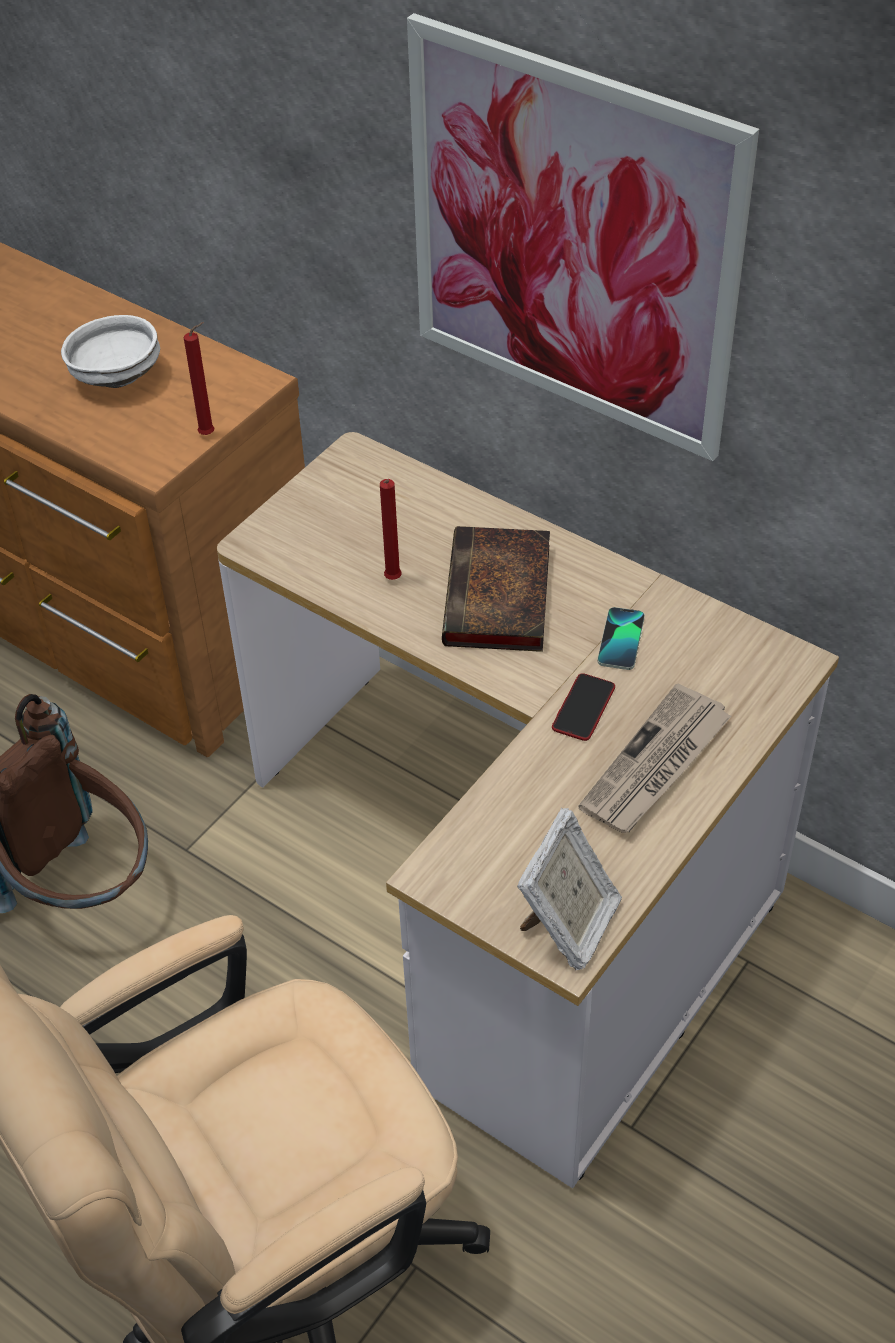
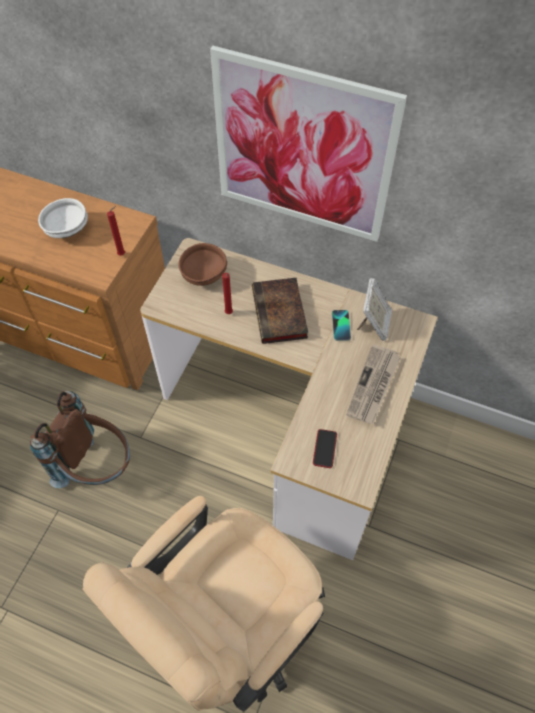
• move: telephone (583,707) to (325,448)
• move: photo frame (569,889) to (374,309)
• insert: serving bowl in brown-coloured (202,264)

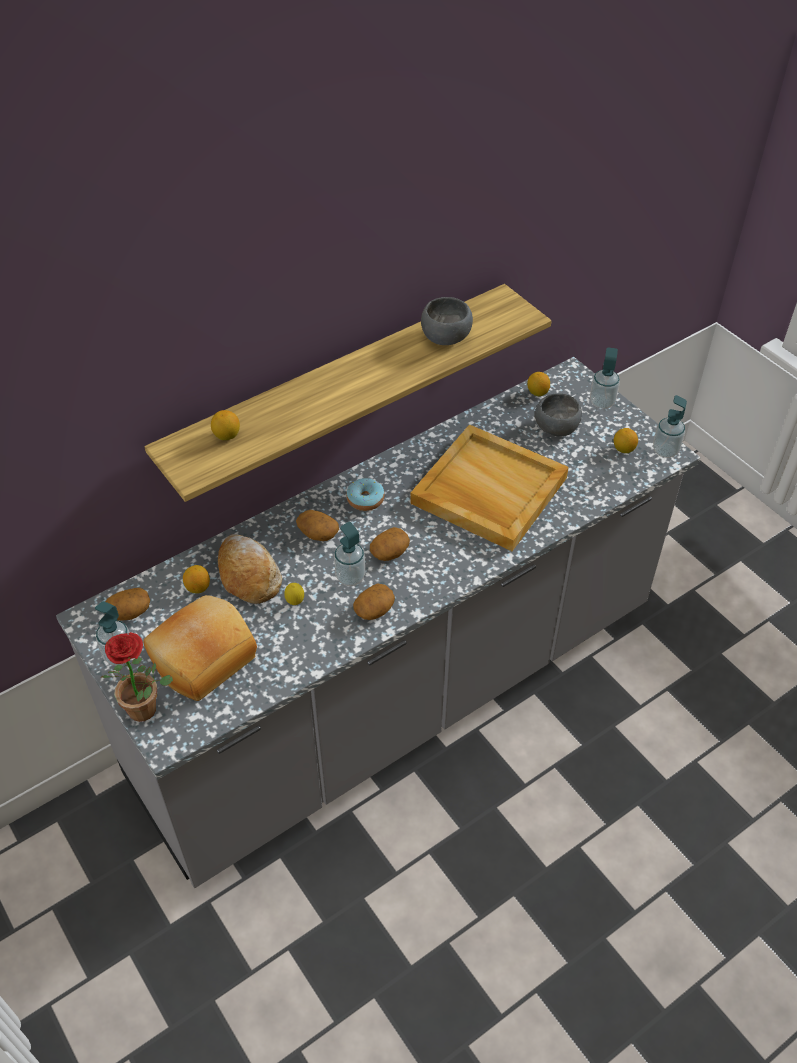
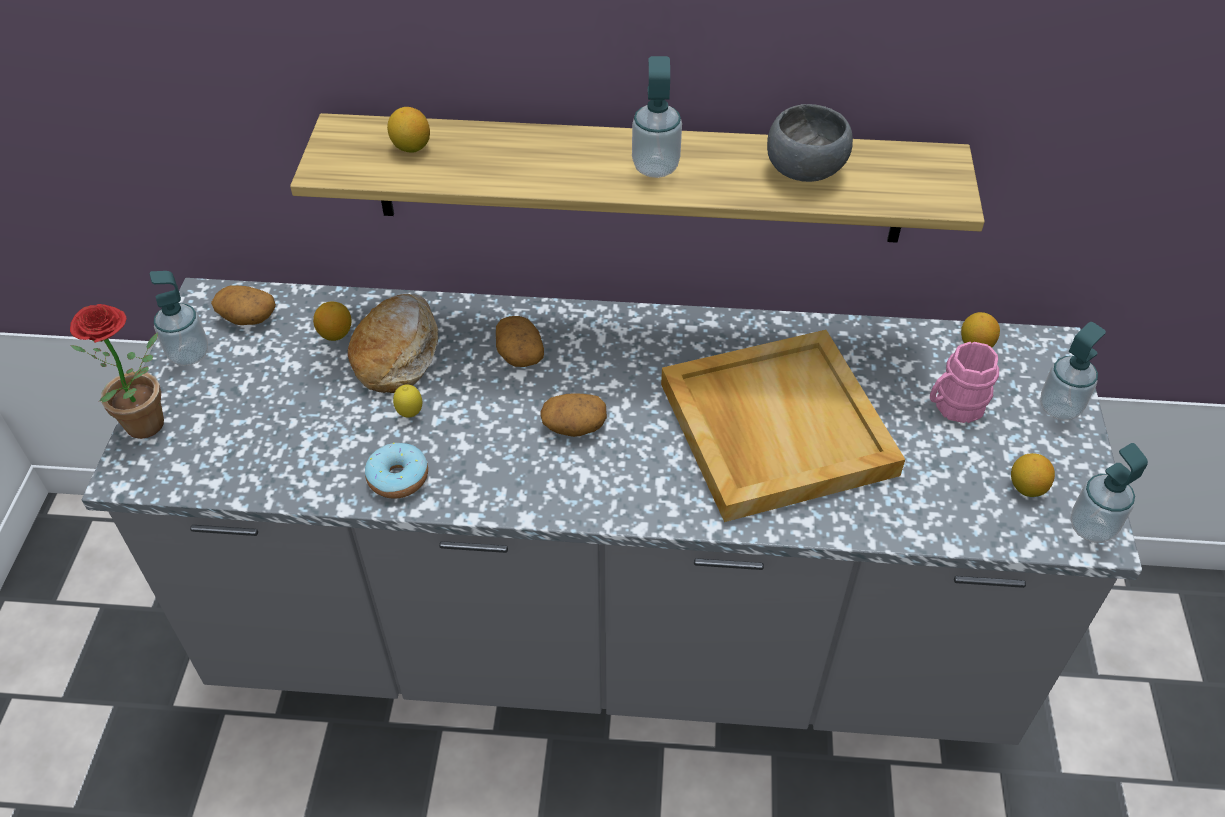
• replace: serving bowl in gray (558,415) to mug in pinkish (964,382)
• move: doughnut (365,494) to (396,471)
• move: liquid soap bottle (349,554) to (657,117)
• delete: spud (374,601)
• delete: bread (200,648)

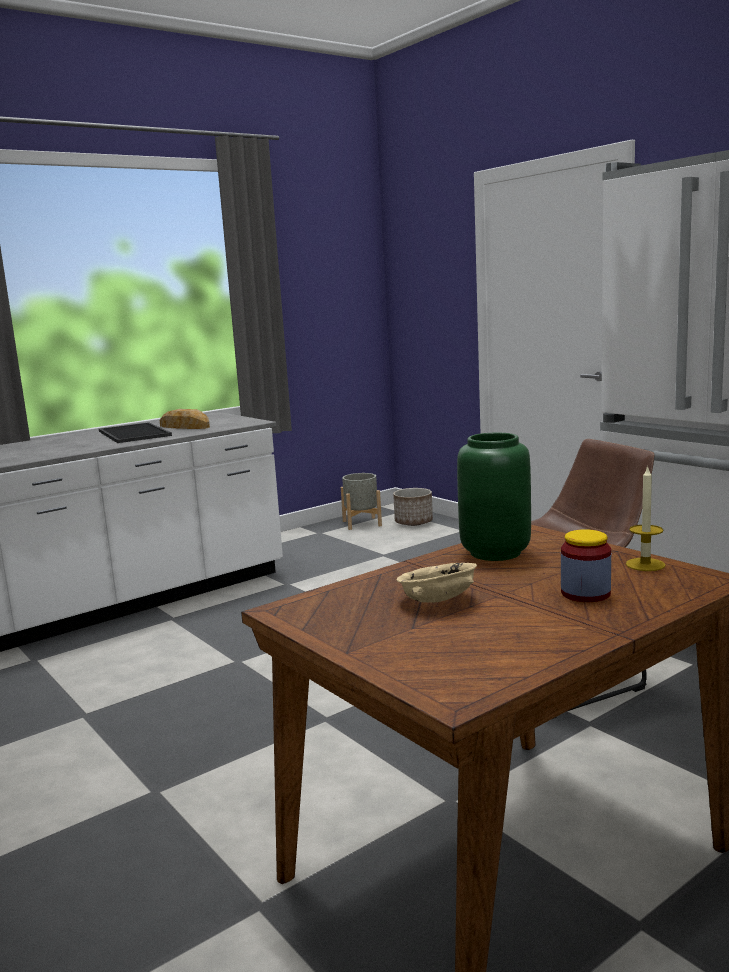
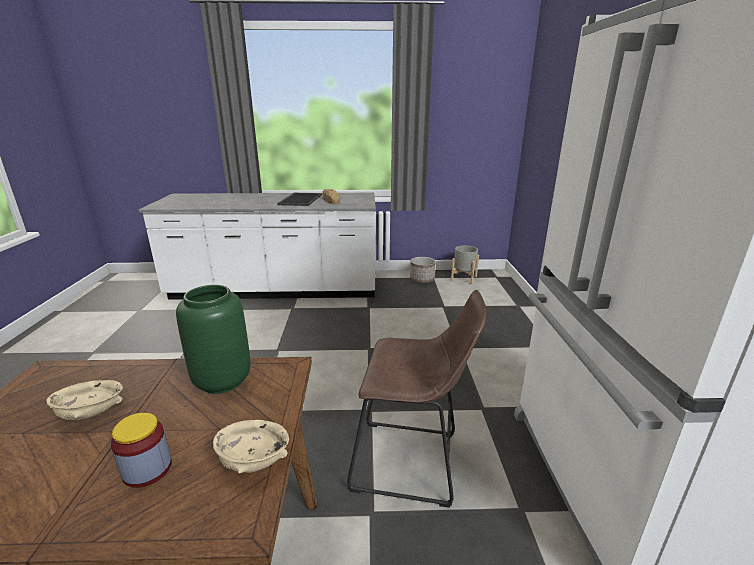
• replace: wax light (646,518) to serving bowl in beige-coloured (251,447)
• move: plant pot (413,507) to (423,270)

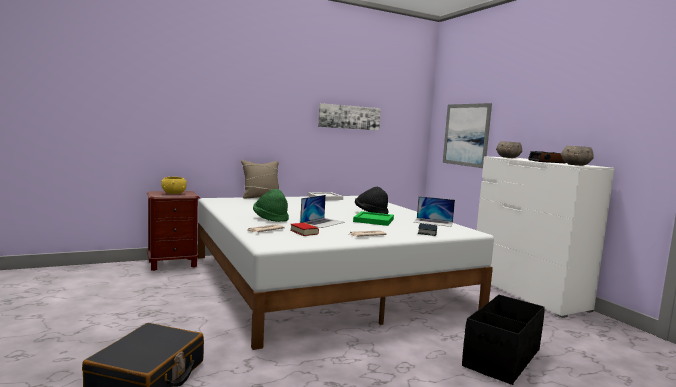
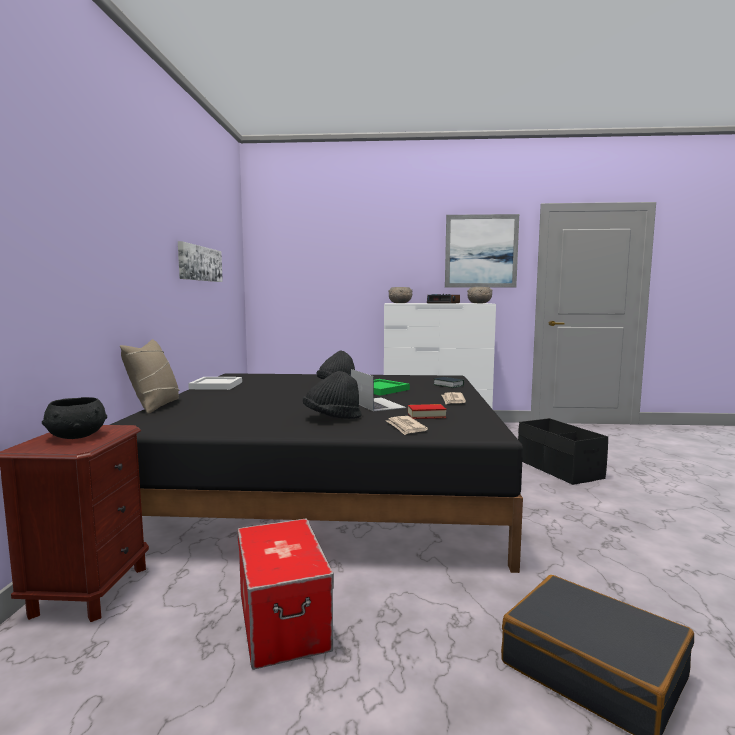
• move: wall art (467,135) to (482,251)
• recolor: serving bowl in yellow (174,185) to serving bowl in black-coloured (74,418)
• recolor: clothing hat in green-coloured (271,205) to clothing hat in black-coloured (332,395)
• recolor: sleeping bed in white-coloured (345,273) to sleeping bed in black-coloured (316,473)
• delete: portable computer (434,211)
• insert: storage bin (285,594)

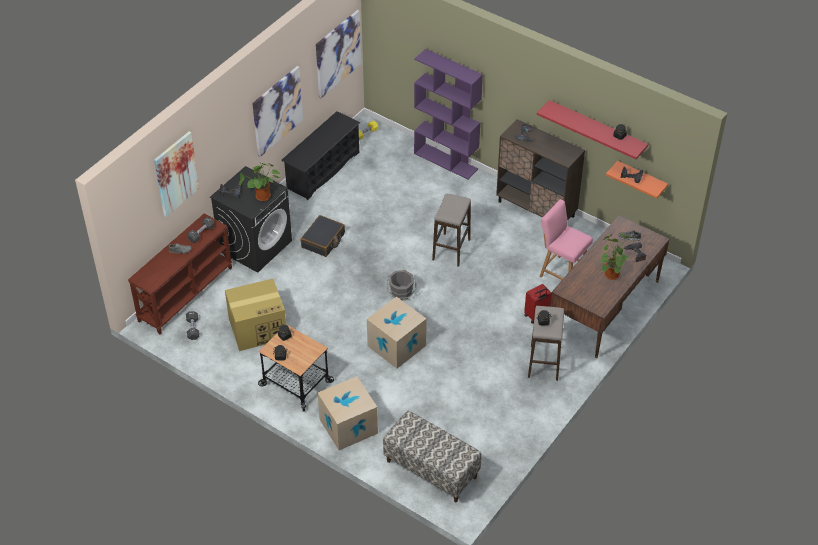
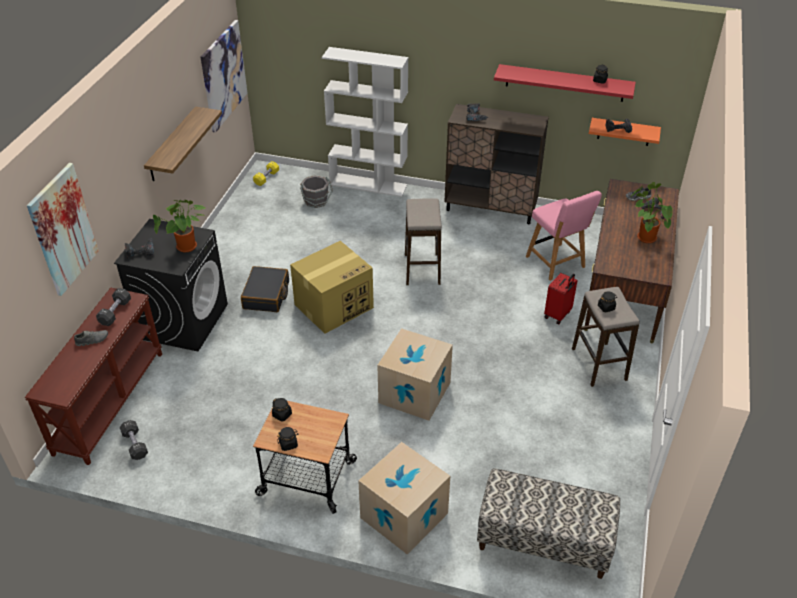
• recolor: bookcase in purple-coloured (448,114) to bookcase in white-coloured (365,122)
• replace: wall art (277,111) to wall shelf (183,143)
• delete: shoe shelf in black-coloured (320,155)
• rotate: upright chair in pinkish (566,239) = (564,236) 135 degrees counterclockwise
• move: bucket in gray (402,285) to (316,191)
• move: packing box (255,315) to (332,287)

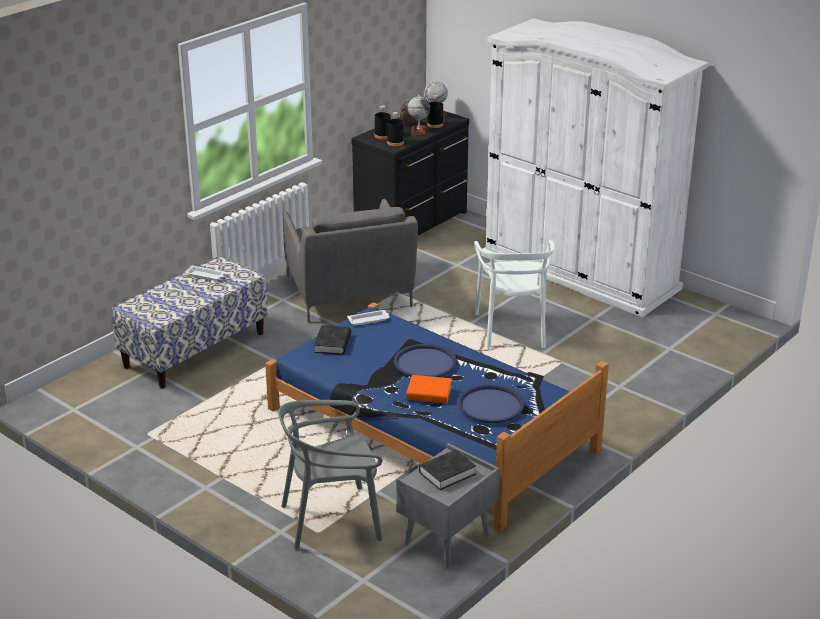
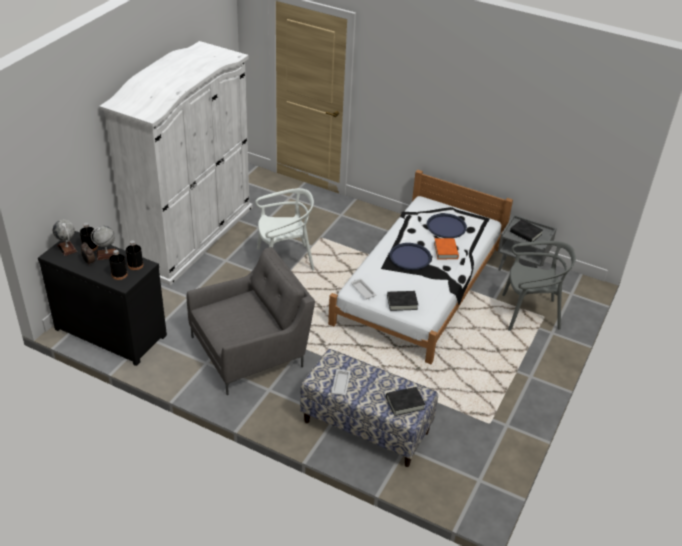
• recolor: sleeping bed in bluish (437,416) to sleeping bed in white-coloured (420,267)
• rotate: upright chair in gray (330,475) = (539,286) 60 degrees counterclockwise
• insert: bound book in black-coloured (405,401)

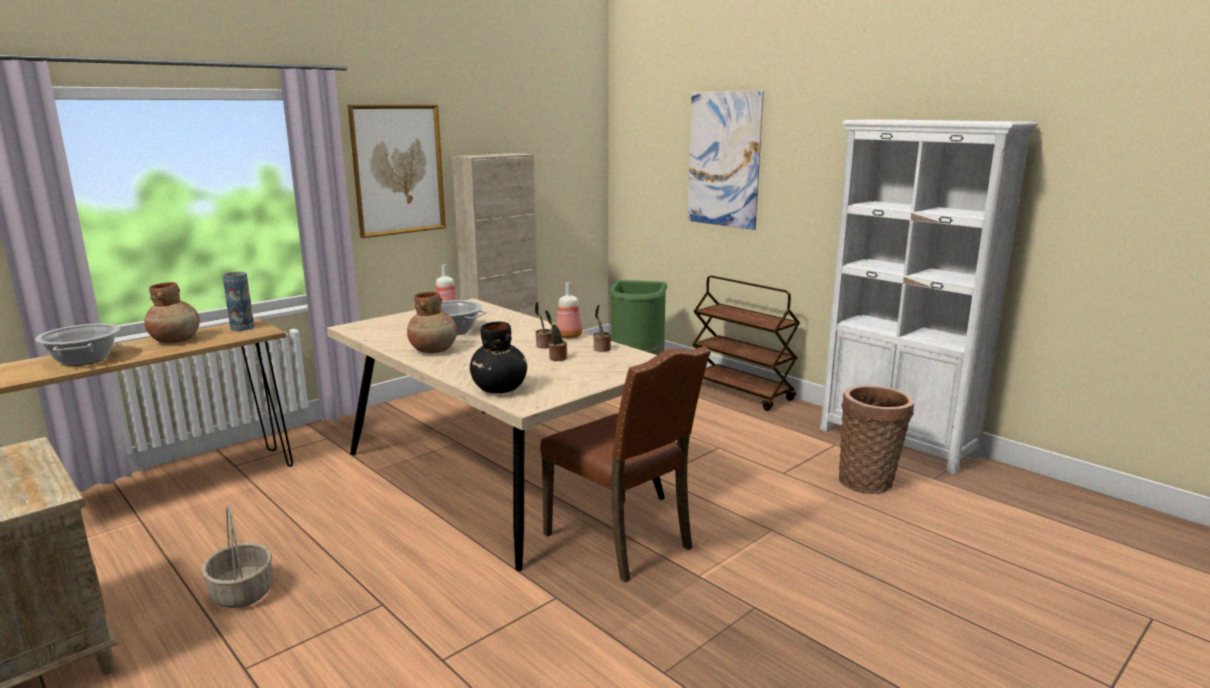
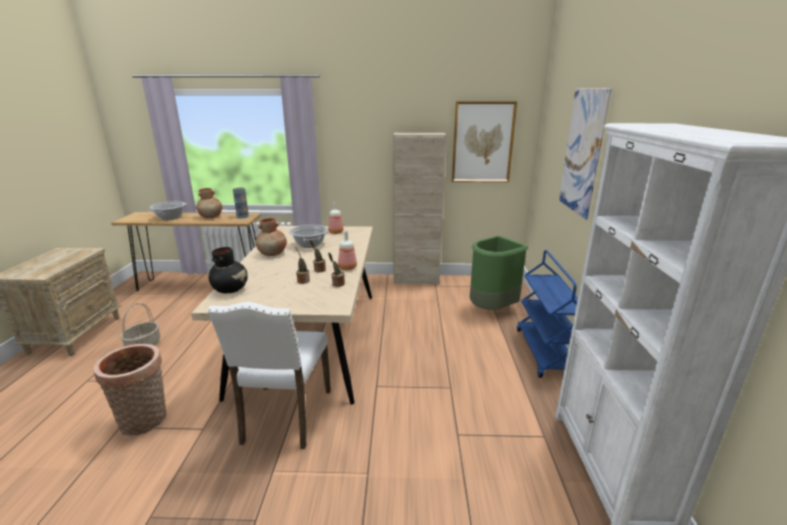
• move: wall art (397,171) to (484,141)
• recolor: cart in brown-coloured (746,343) to cart in bluish (547,314)
• recolor: upright chair in brown-coloured (625,464) to upright chair in white-coloured (269,375)
• move: basket (876,439) to (130,390)

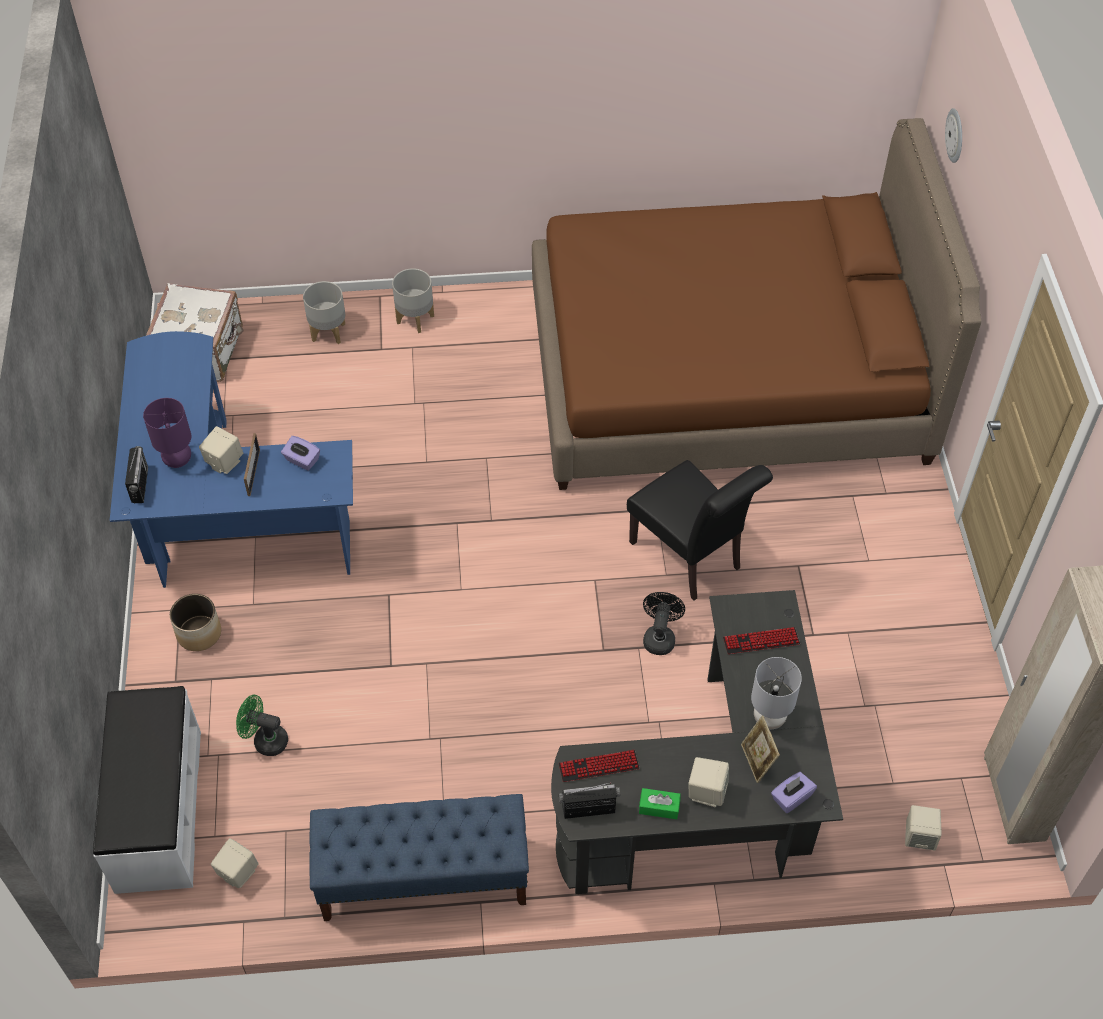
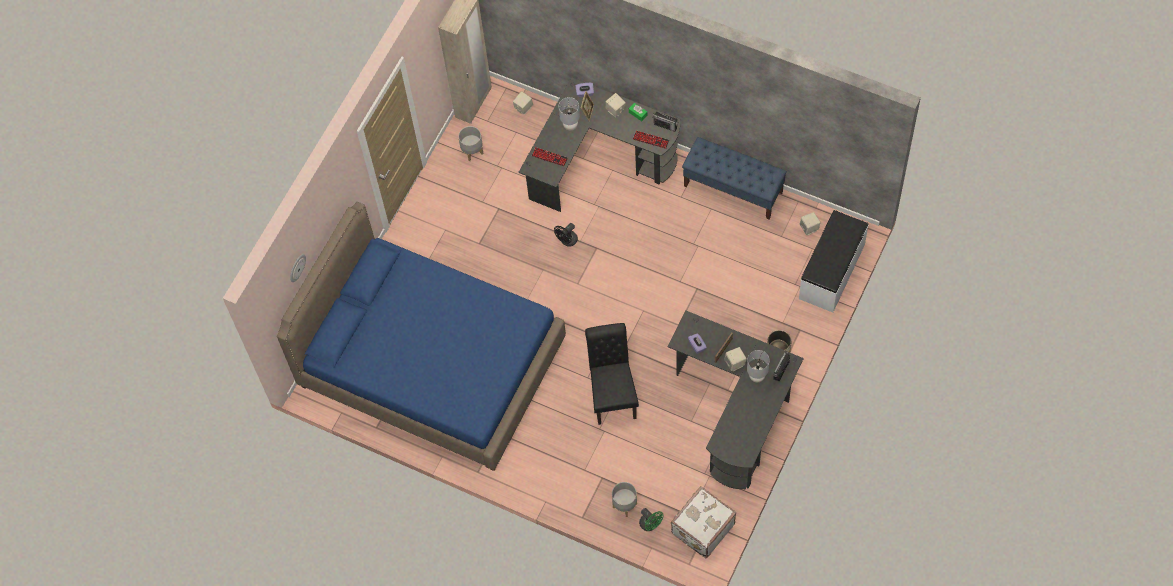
• recolor: sleeping bed in brown-coloured (757,304) to sleeping bed in bluish (421,336)
• move: plant pot in gray (413,300) to (470,143)
• recolor: desk table in bluish (231,459) to desk table in black-coloured (735,399)
• recolor: lamp for a table in purple-coloured (167,433) to lamp for a table in gray (758,366)
• move: upright chair in black-coloured (700,530) to (612,374)
• move: cooling fan in green-coloured (262,725) to (651,519)

